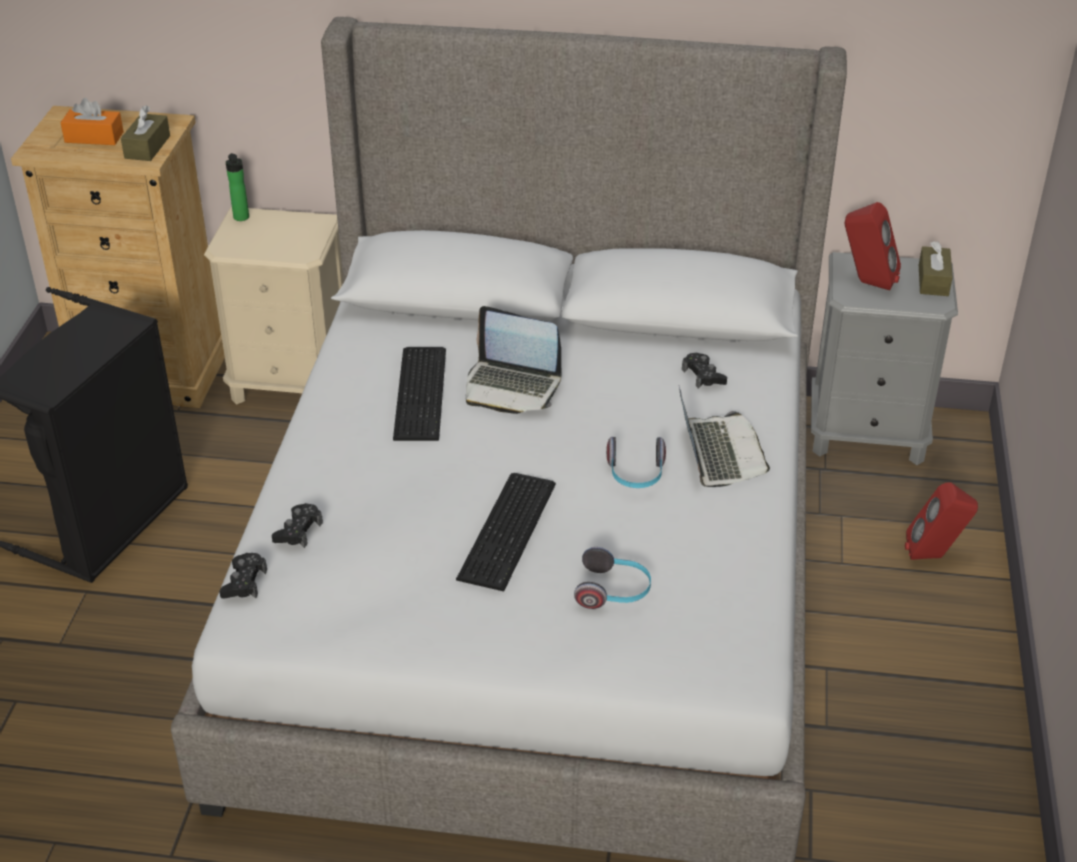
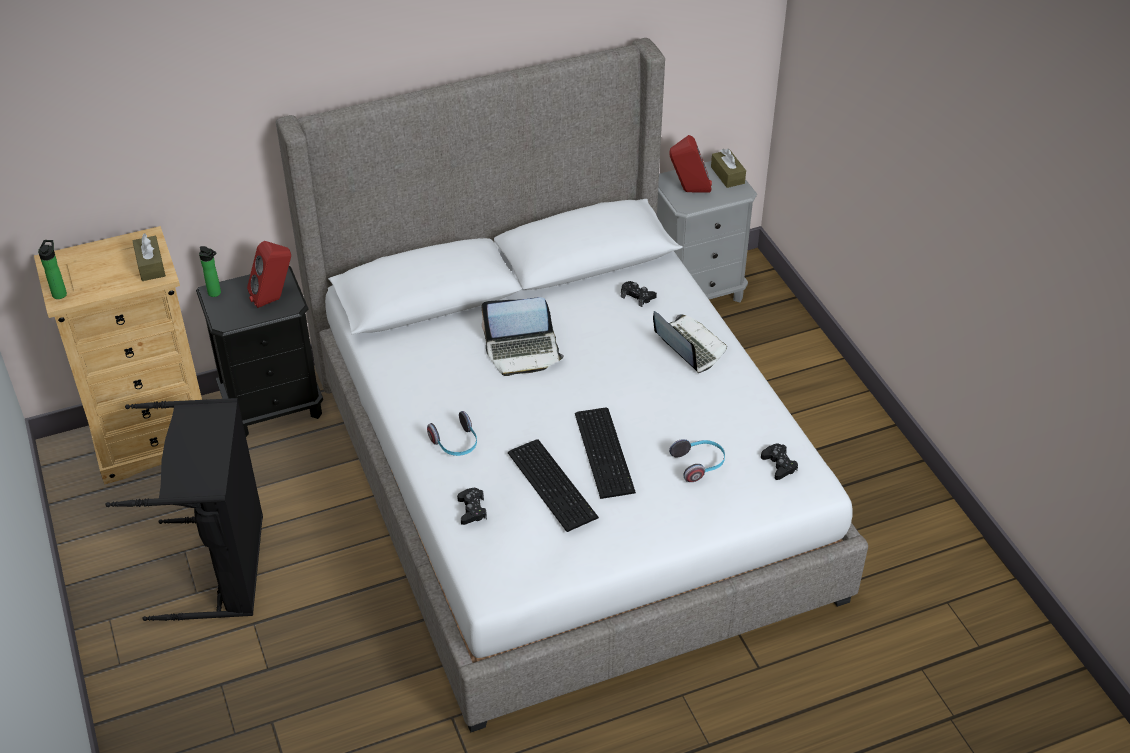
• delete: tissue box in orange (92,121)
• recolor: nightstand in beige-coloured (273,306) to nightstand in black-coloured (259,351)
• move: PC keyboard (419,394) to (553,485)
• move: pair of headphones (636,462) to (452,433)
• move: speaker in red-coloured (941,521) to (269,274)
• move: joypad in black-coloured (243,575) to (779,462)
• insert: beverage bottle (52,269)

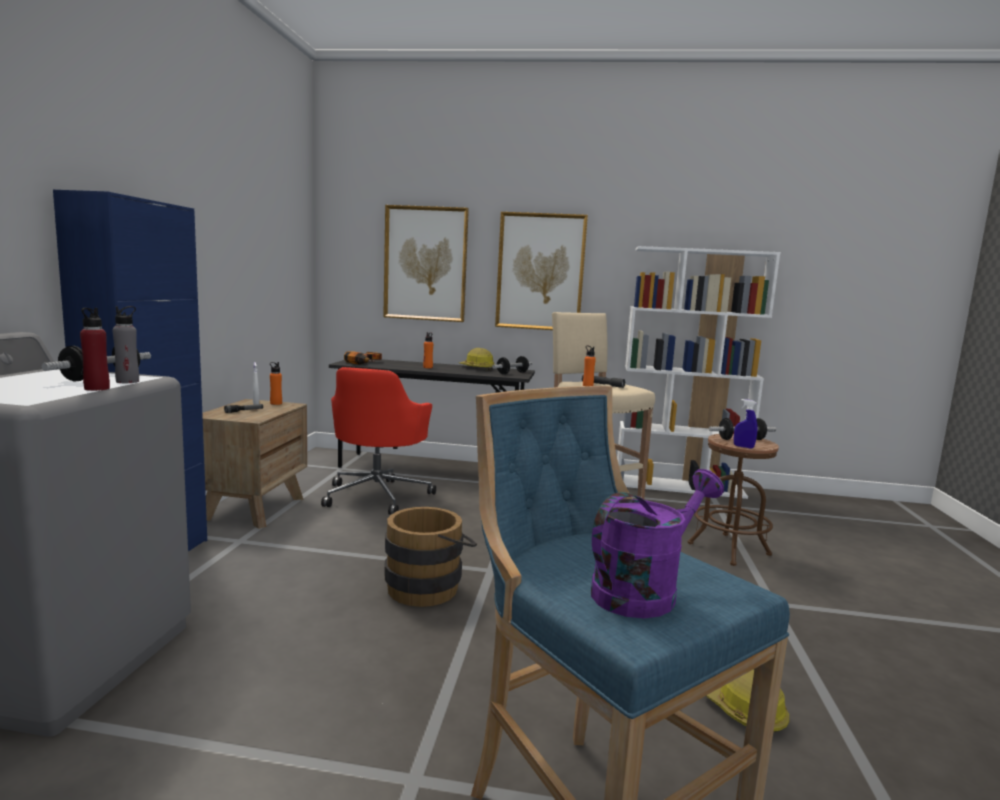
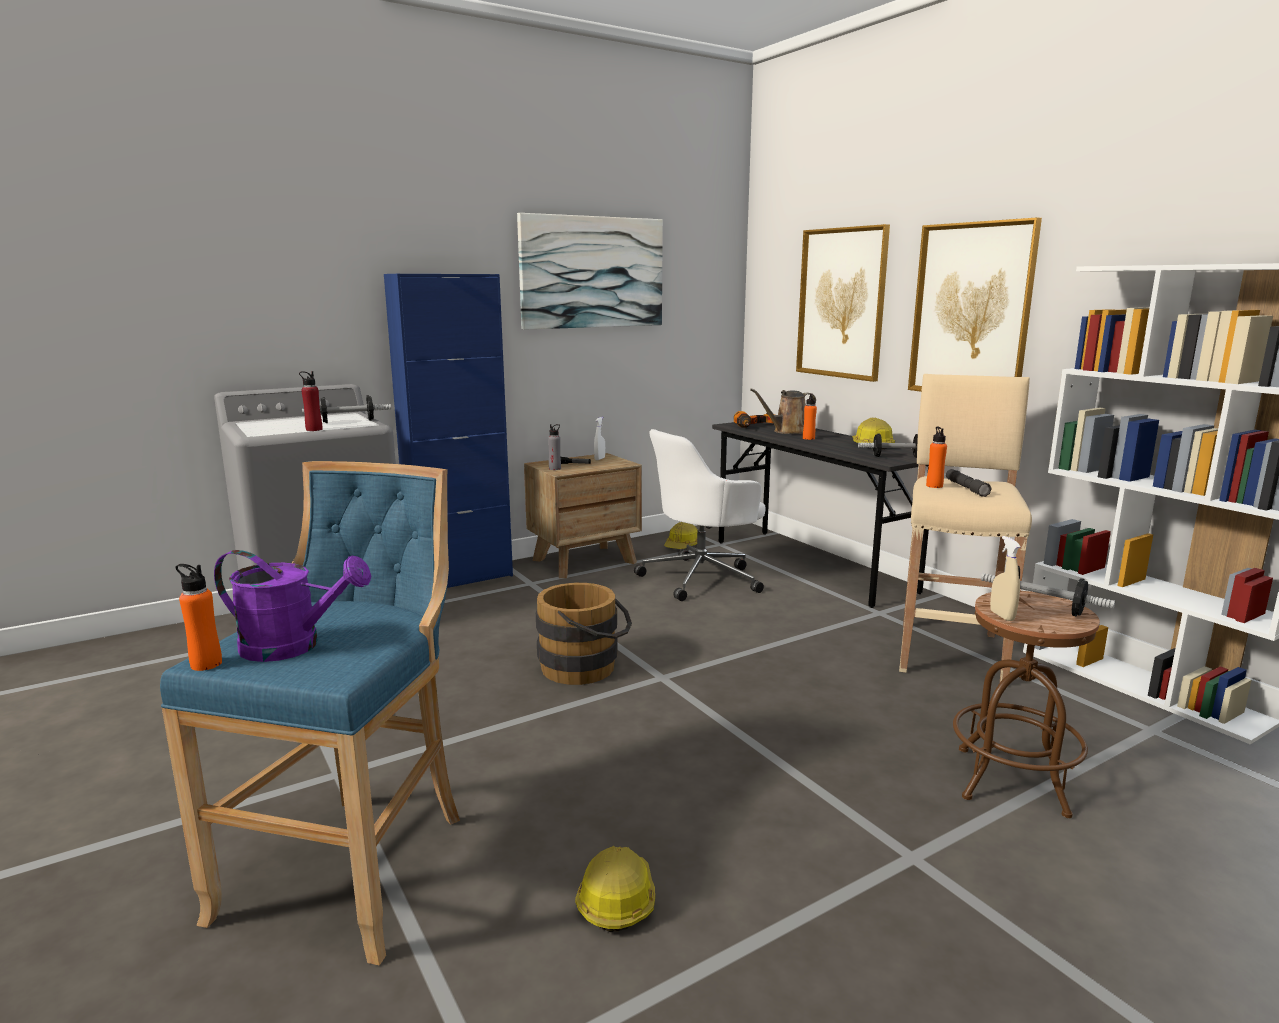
• move: beverage bottle in gray (126,344) to (554,447)
• move: beverage bottle in orange (276,383) to (198,617)
• recolor: computer chair in red-coloured (378,441) to computer chair in white-coloured (700,515)
• recolor: sprayer in bluish (746,424) to sprayer in beige-coloured (1005,578)
• insert: wall art (590,271)
• insert: watering pot in brown-coloured (783,411)
• insert: safety helmet (681,535)

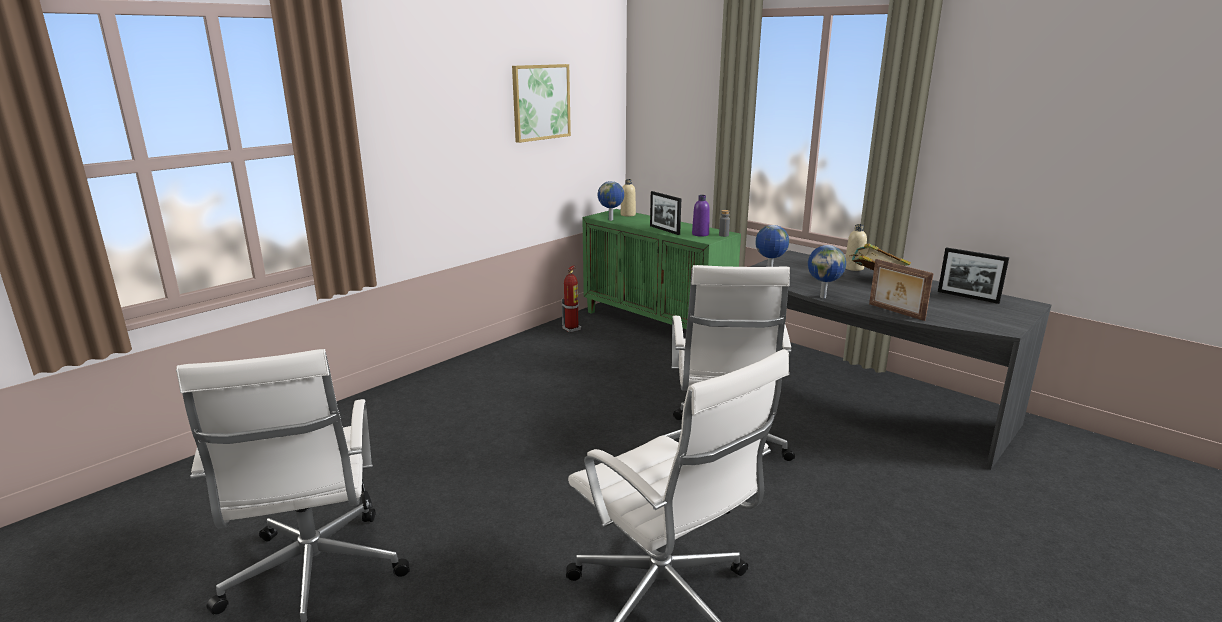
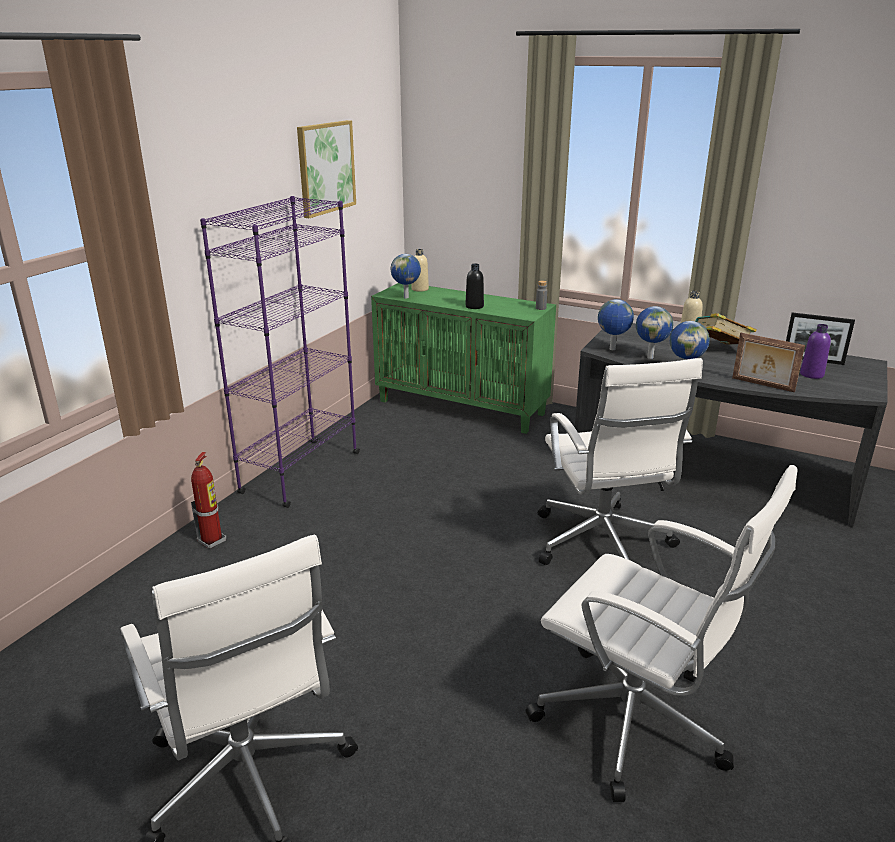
• replace: photo frame (665,213) to beverage bottle in black-coloured (474,286)
• move: beverage bottle in purple-coloured (701,216) to (815,351)
• move: extinguisher (571,299) to (208,500)
• insert: bookcase in purple-coloured (280,352)
• insert: globe (654,332)

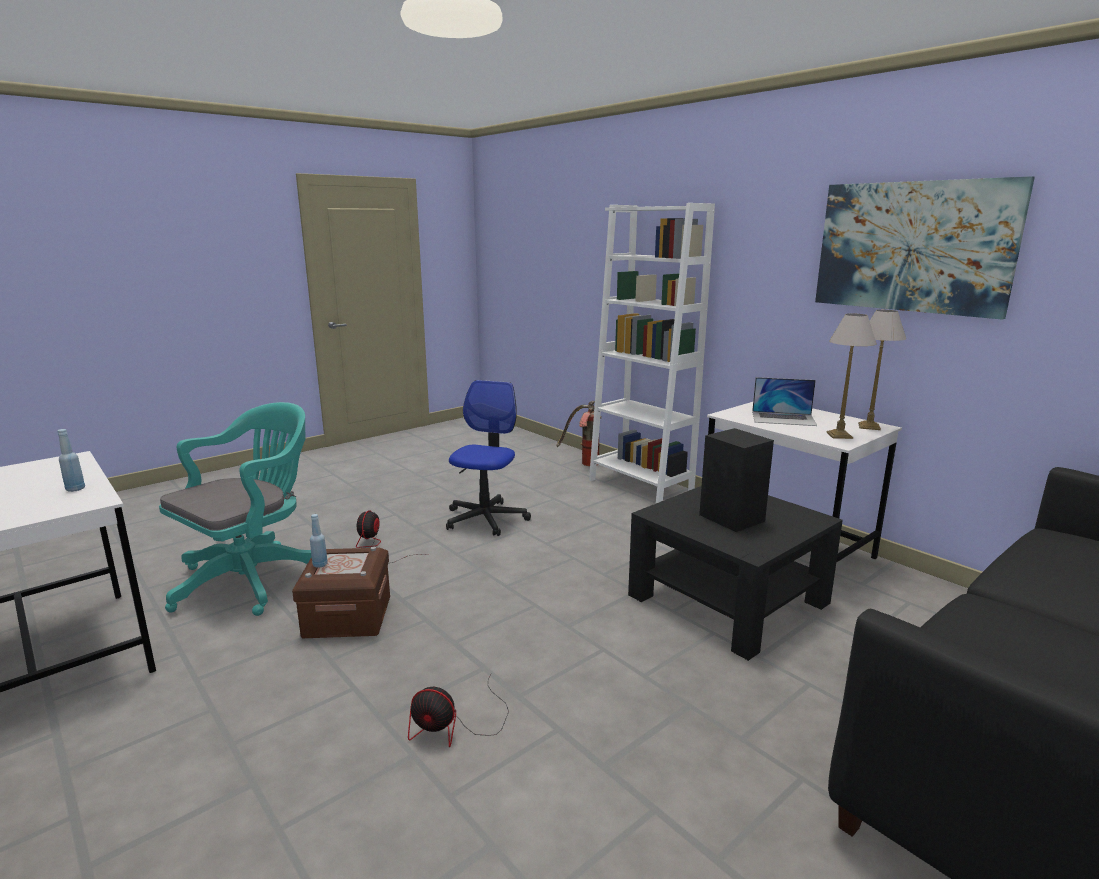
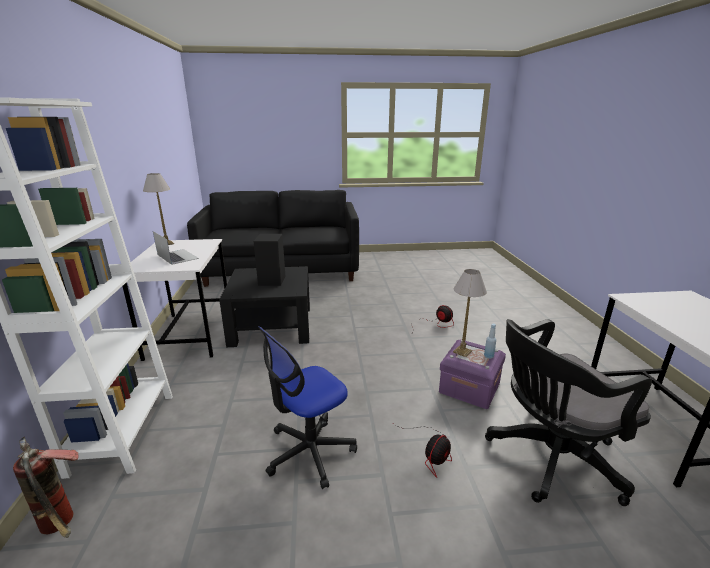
• delete: wall art (925,248)
• move: lamp for a table (852,376) to (470,313)
• recolor: computer chair in turquoise-coloured (235,509) to computer chair in black-coloured (568,412)
• delete: beverage bottle in bluish (71,460)
• recolor: storage bin in brown-coloured (341,592) to storage bin in purple-coloured (472,374)

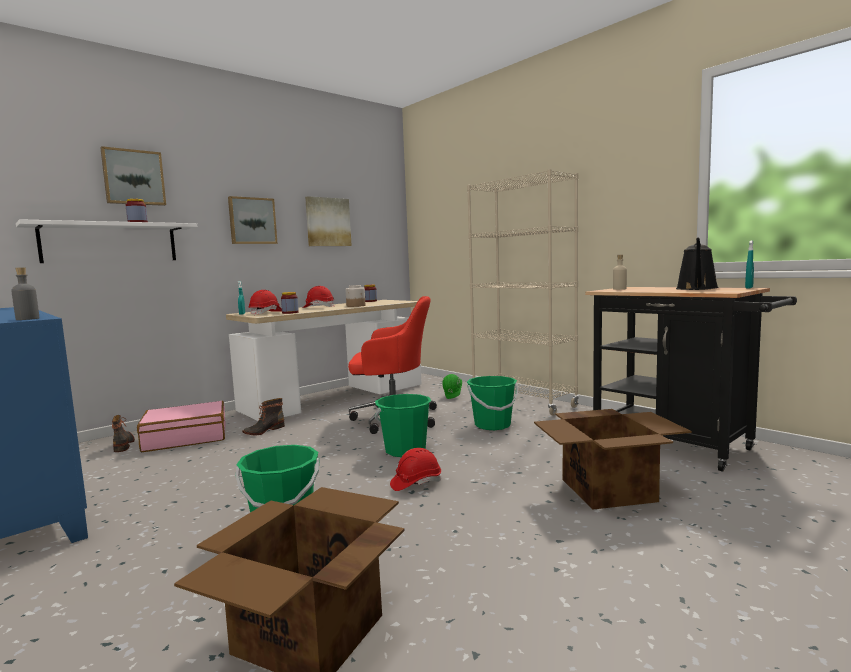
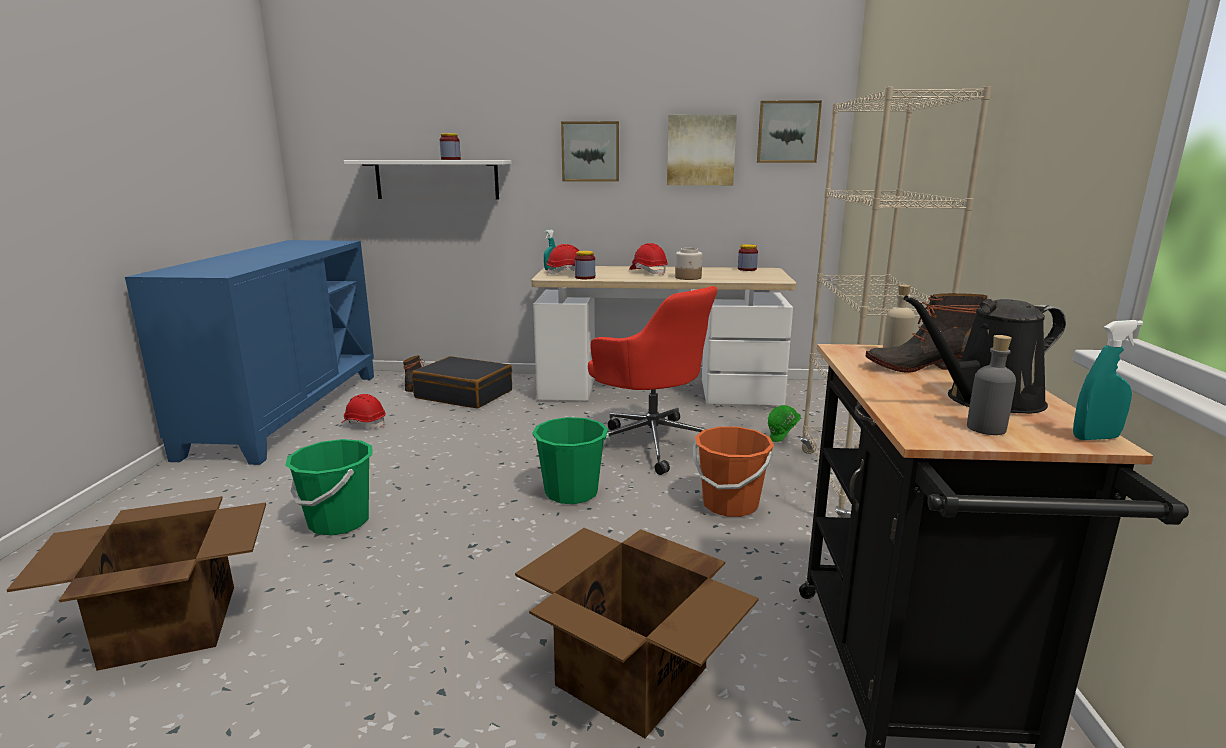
• move: wall art (133,176) to (789,131)
• move: beverage bottle in gray (25,293) to (991,385)
• recolor: bucket in green-coloured (492,403) to bucket in orange (733,471)
• move: high-top boot (263,416) to (927,333)
• recolor: travel case in pinkish (181,426) to travel case in black-coloured (462,382)
• move: safety helmet in red-coloured (415,469) to (363,411)

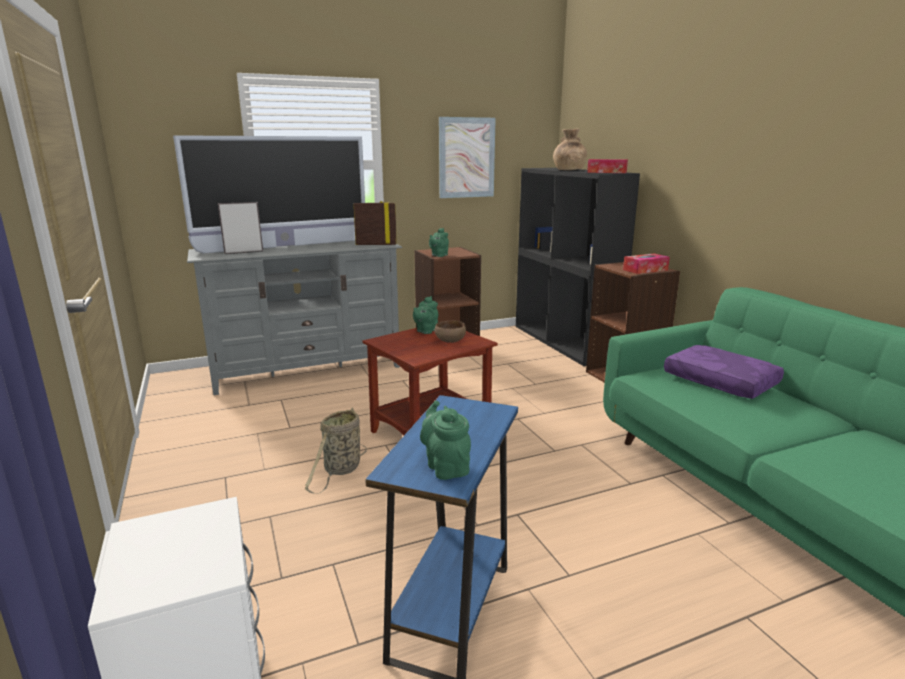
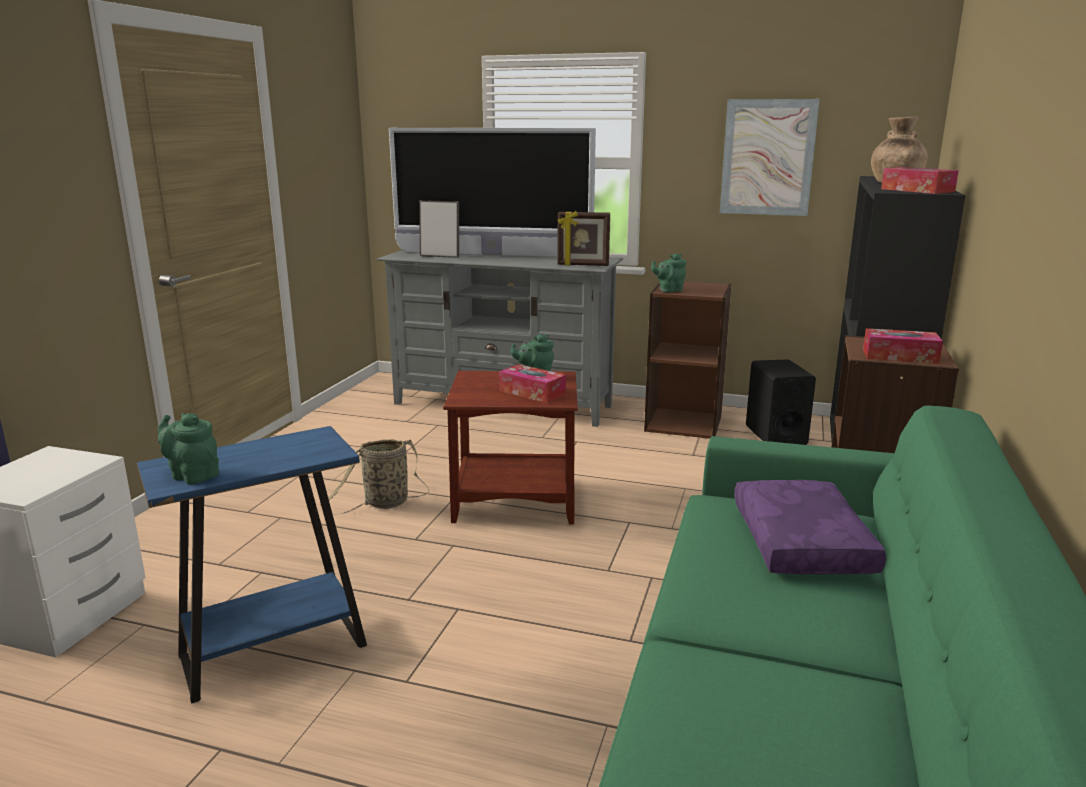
• rotate: photo frame (375,223) = (583,238) 150 degrees clockwise
• replace: serving bowl in brown-coloured (450,331) to tissue box (532,383)
• rotate: pot for tea in green-coloured (445,440) = (188,448) 75 degrees counterclockwise
• insert: speaker in black-coloured (781,402)

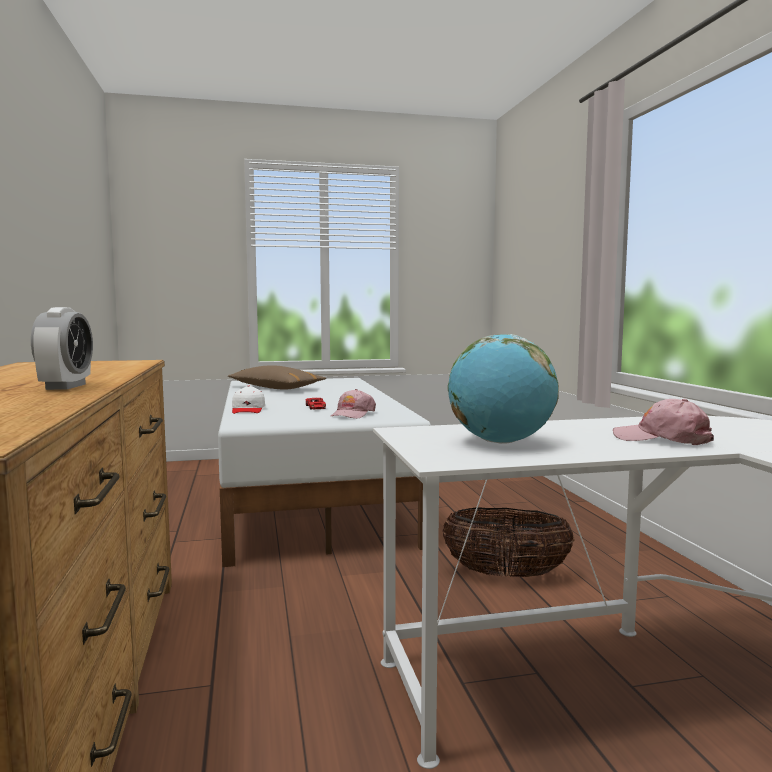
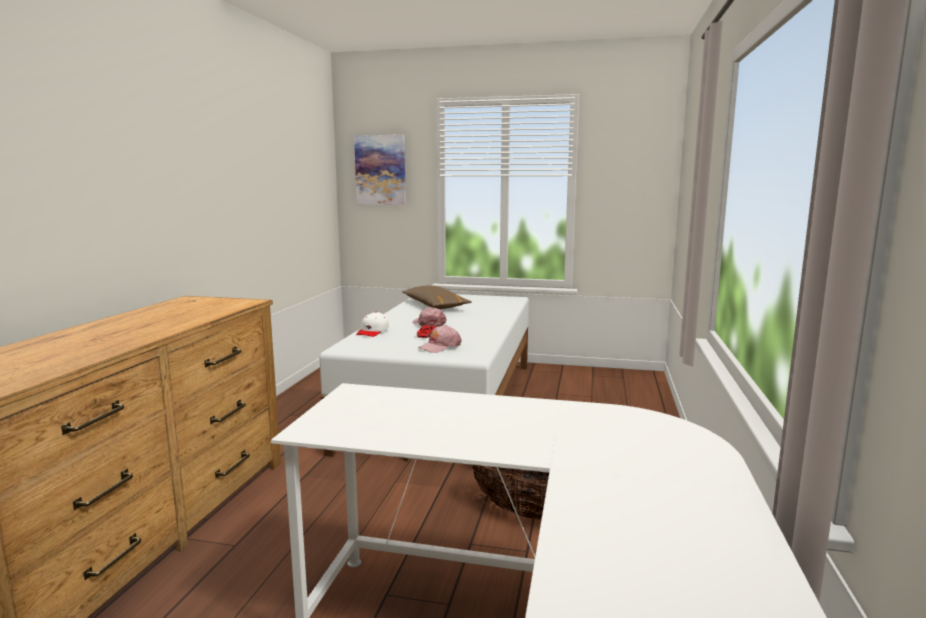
• delete: alarm clock (62,348)
• delete: globe (503,389)
• move: baseball cap in pinkish (663,422) to (429,317)
• insert: wall art (380,170)

